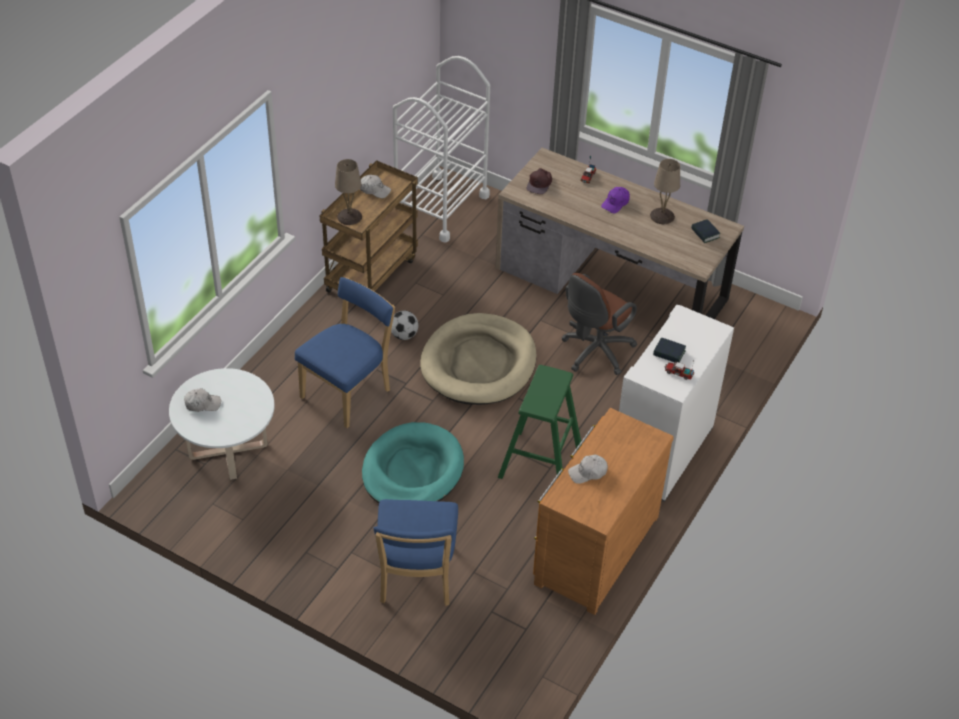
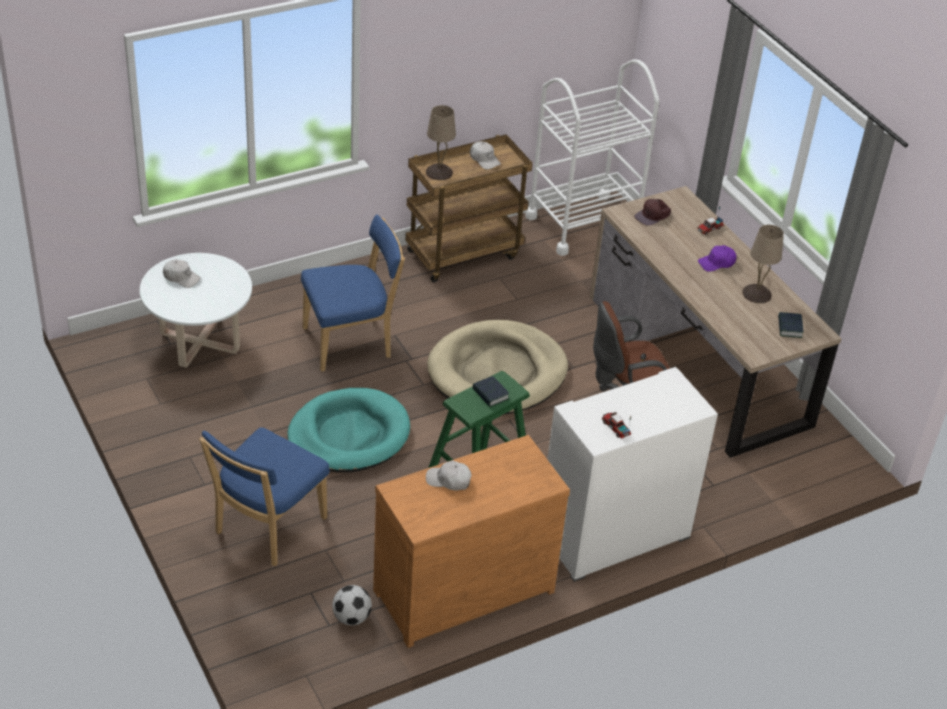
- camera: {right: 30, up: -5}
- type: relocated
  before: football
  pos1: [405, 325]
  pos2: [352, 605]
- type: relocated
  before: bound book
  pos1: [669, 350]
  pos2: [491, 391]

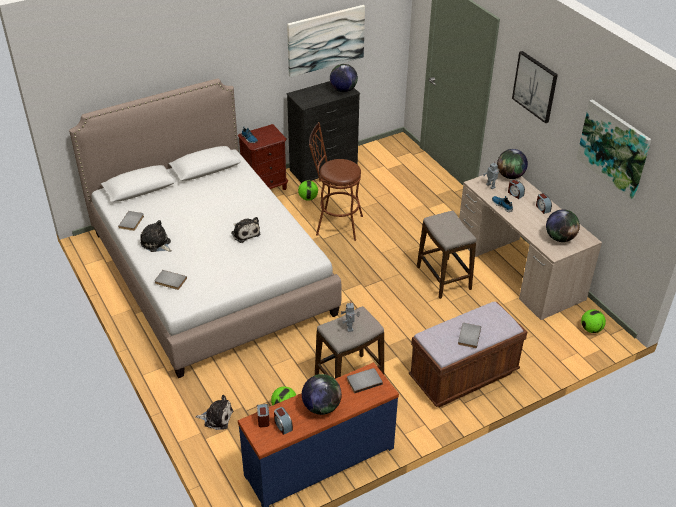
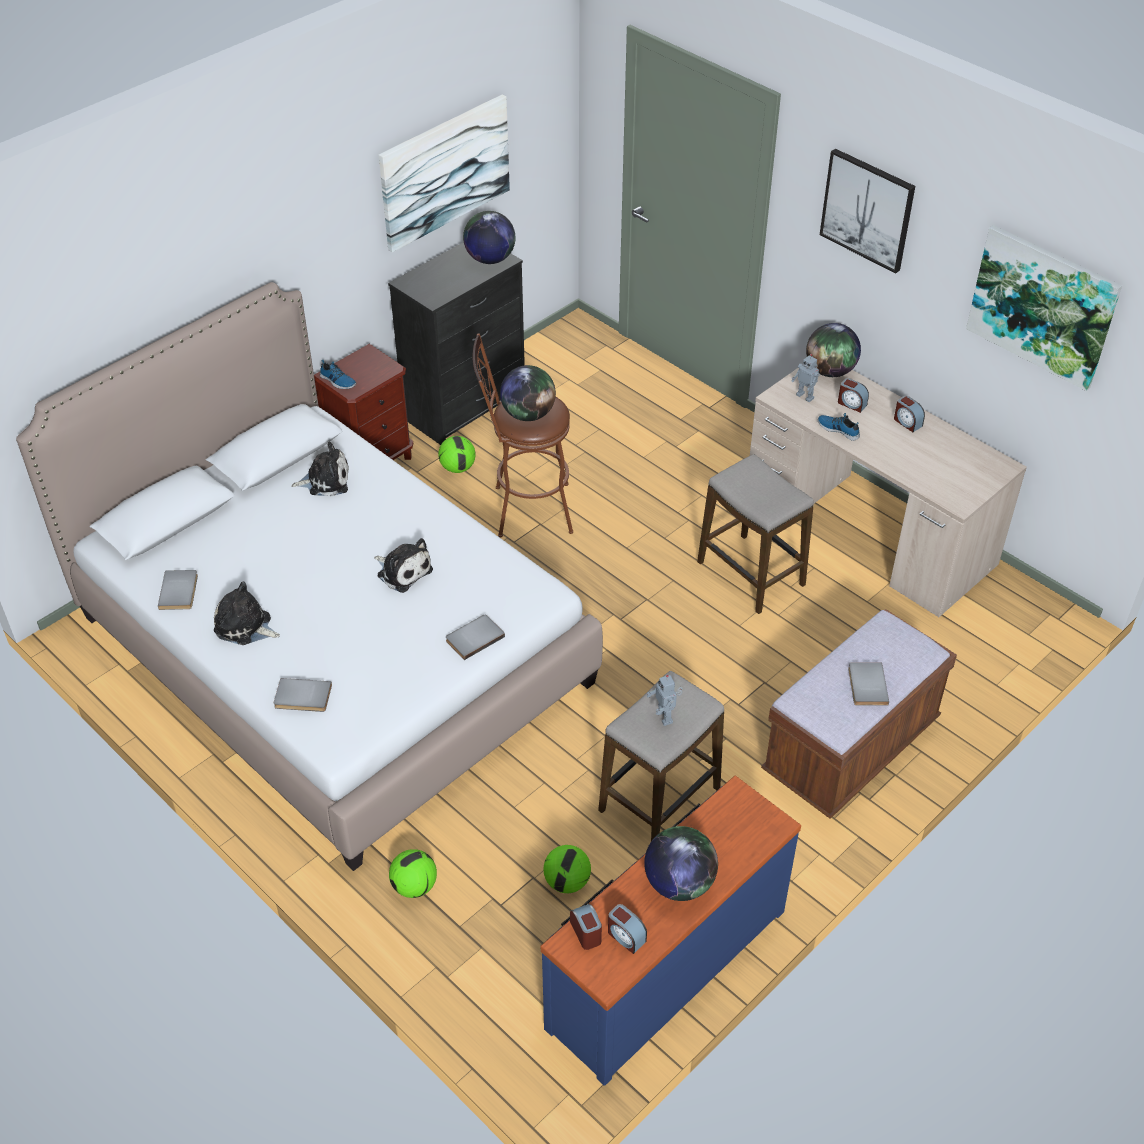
- camera: {right: -15, up: 5}
- type: relocated
  before: globe
  pos1: [563, 225]
  pos2: [528, 393]
- type: relocated
  before: football
  pos1: [593, 321]
  pos2: [413, 873]
- type: relocated
  before: grey bound book
  pos1: [365, 380]
  pos2: [475, 637]
- type: relocated
  before: soft toy
  pos1: [214, 412]
  pos2: [320, 469]

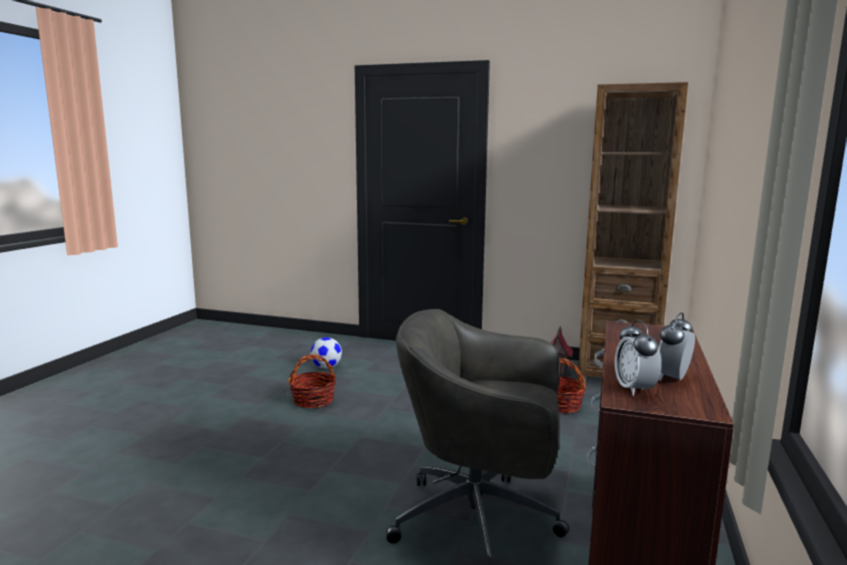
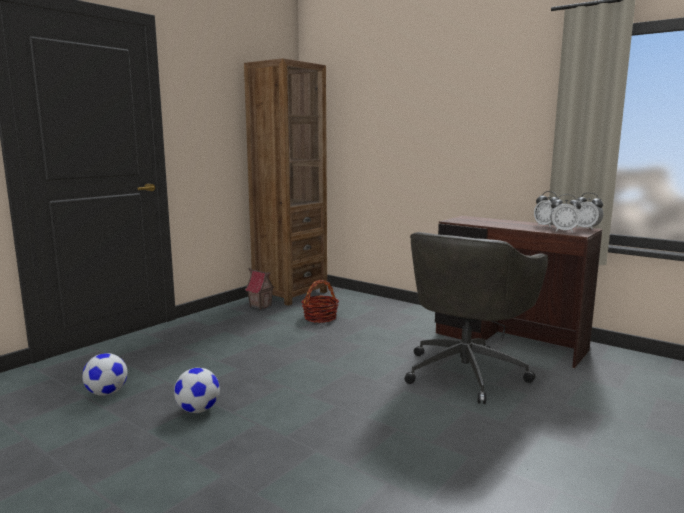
- camera: {right: -70, up: 0}
- type: exchanged
  before: storage basket
  after: football
  pos1: [312, 381]
  pos2: [197, 390]
- type: appeared
  after: table clock
  pos2: [590, 211]

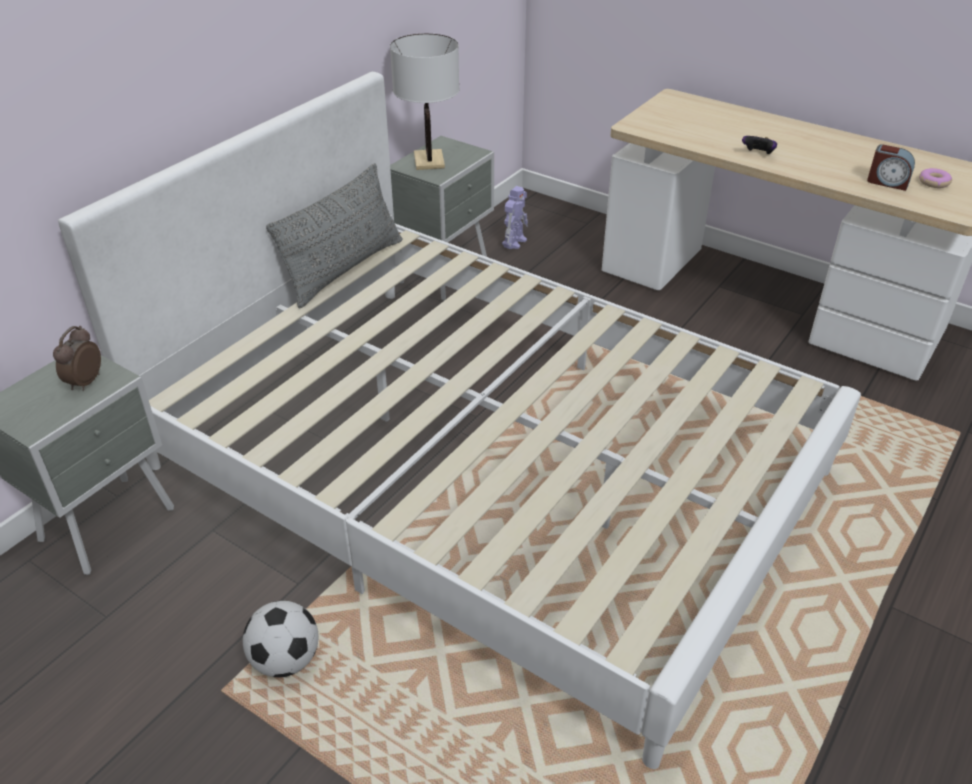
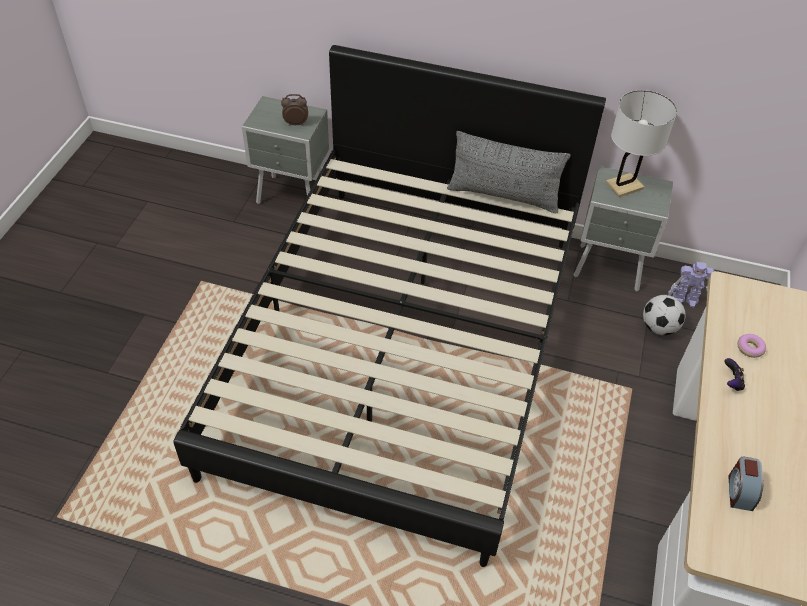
- camera: {right: 70, up: 10}
- type: colour
  before: whitish bed
  after: black bed
  pos1: [459, 420]
  pos2: [389, 306]
- type: relocated
  before: doughnut
  pos1: [935, 178]
  pos2: [751, 346]
- type: relocated
  before: football
  pos1: [281, 639]
  pos2: [664, 315]

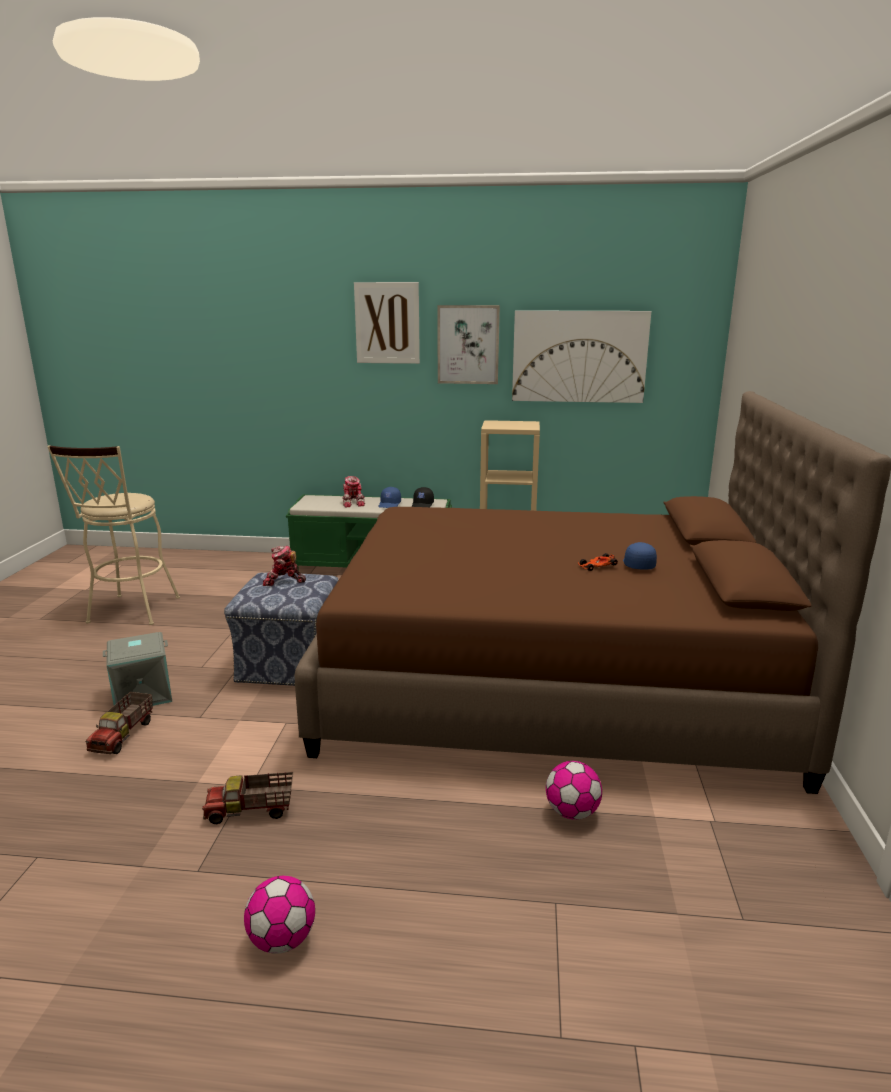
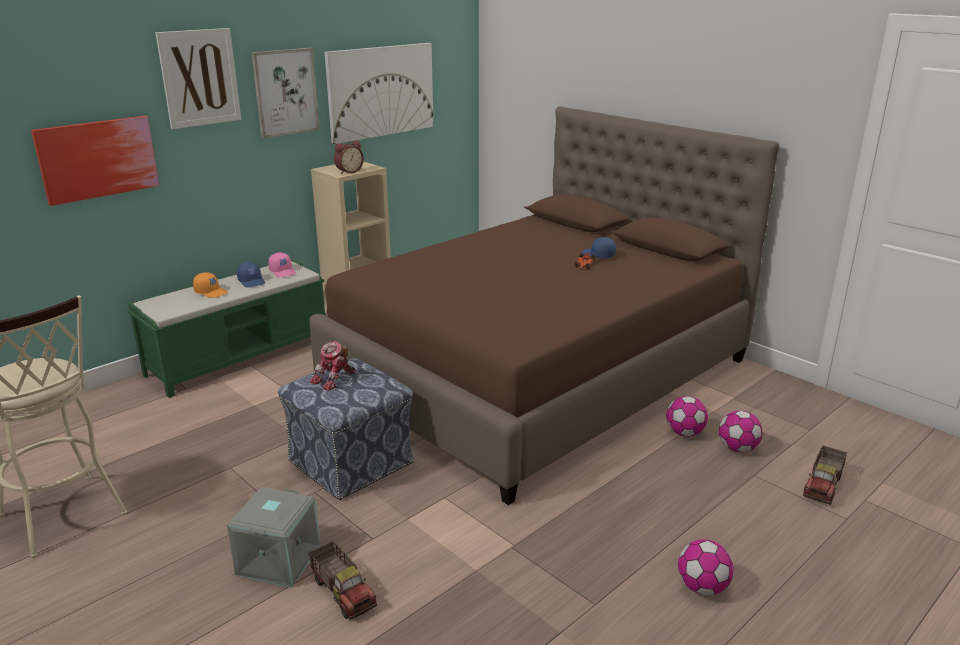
- camera: {right: -50, up: 5}
- type: exchanged
  before: toy robot
  after: orange cap
  pos1: [353, 491]
  pos2: [210, 285]
- type: colour
  before: black cap
  after: pinkish cap
  pos1: [423, 497]
  pos2: [282, 265]
- type: relocated
  before: toy lorry
  pos1: [247, 798]
  pos2: [825, 475]
- type: appeared
  after: wall picture
  pos2: [95, 161]
- type: appeared
  after: table clock
  pos2: [349, 157]
- type: appeared
  after: football
  pos2: [741, 432]

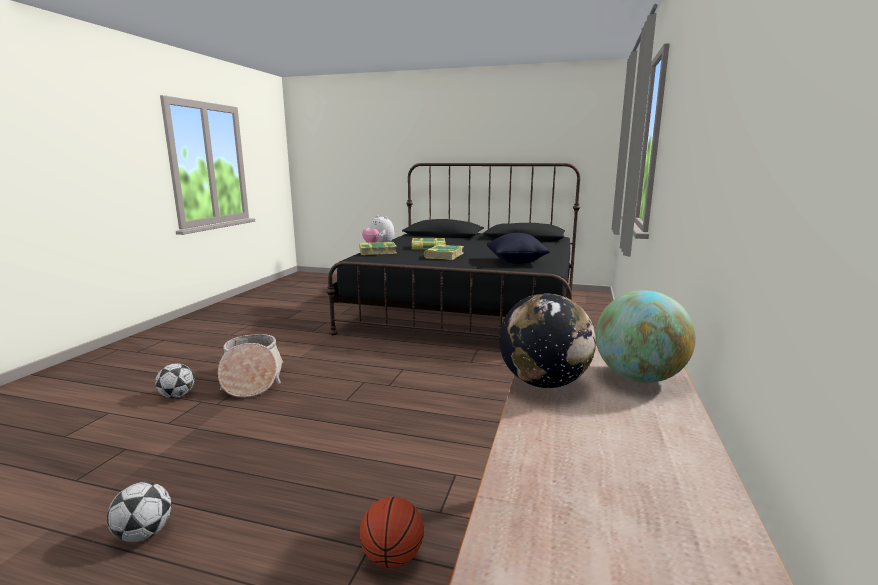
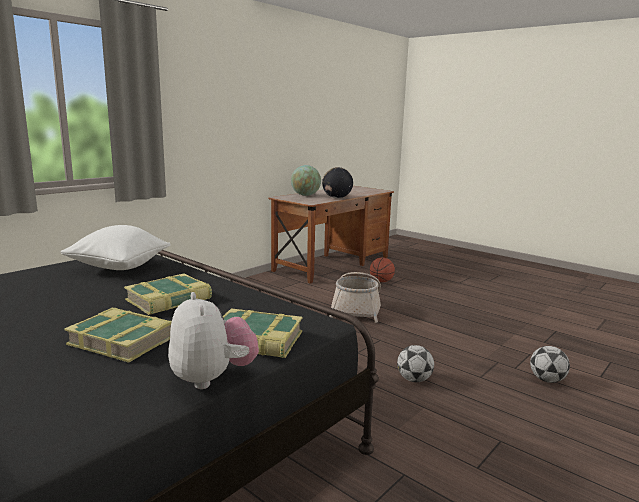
- camera: {right: -155, up: 0}
- type: colour
  before: black throw pillow
  after: whitish throw pillow
  pos1: [518, 248]
  pos2: [116, 247]
- type: relocated
  before: storage basket
  pos1: [250, 366]
  pos2: [355, 297]
- type: relocated
  before: football
  pos1: [139, 512]
  pos2: [415, 363]

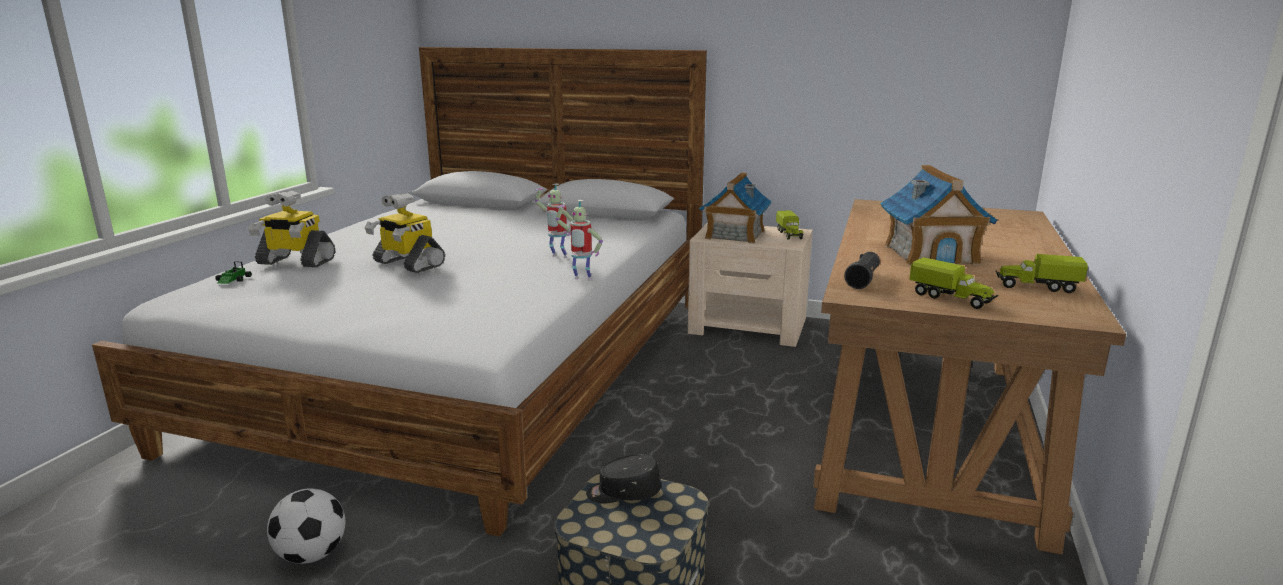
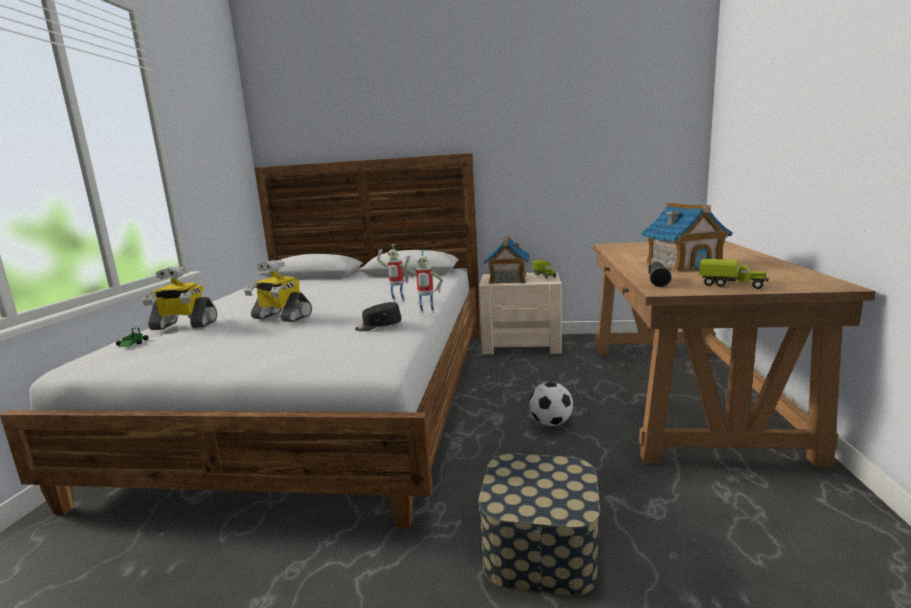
- camera: {right: -10, up: -5}
- type: missing
  before: toy lorry
  pos1: [1042, 273]
- type: relocated
  before: black cap
  pos1: [623, 479]
  pos2: [378, 316]
- type: relocated
  before: football
  pos1: [306, 526]
  pos2: [551, 404]

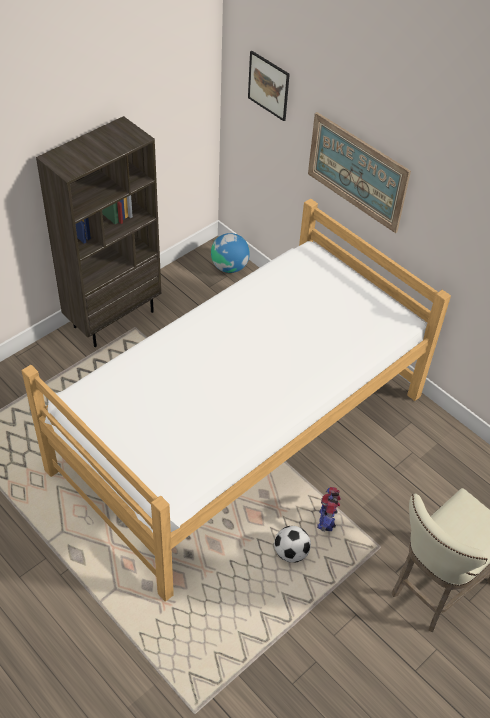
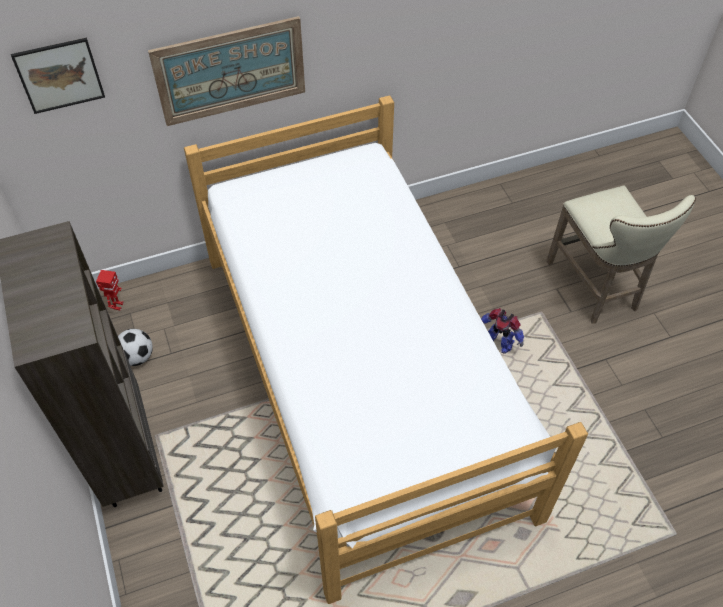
- camera: {right: -65, up: 5}
- type: exchanged
  before: globe
  after: toy robot
  pos1: [230, 253]
  pos2: [110, 290]
- type: relocated
  before: football
  pos1: [292, 544]
  pos2: [135, 347]

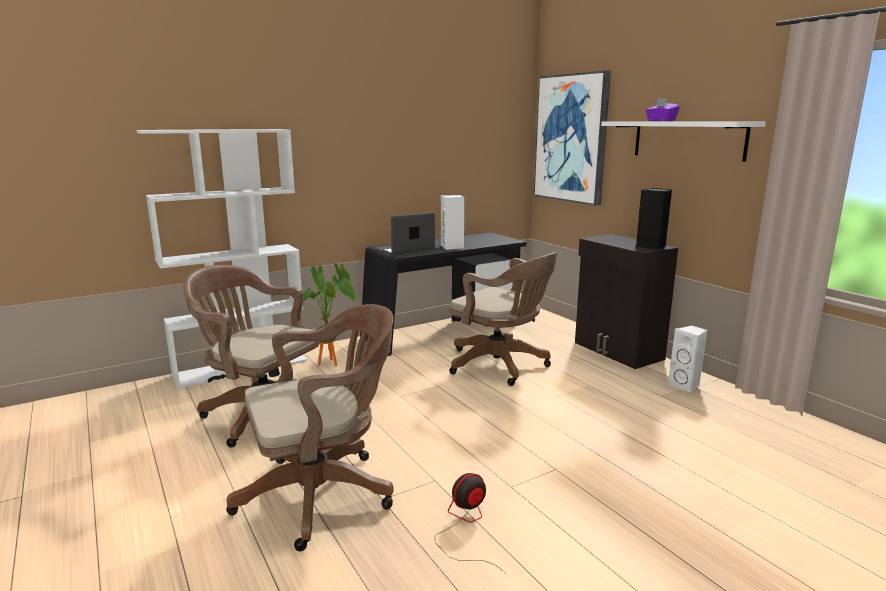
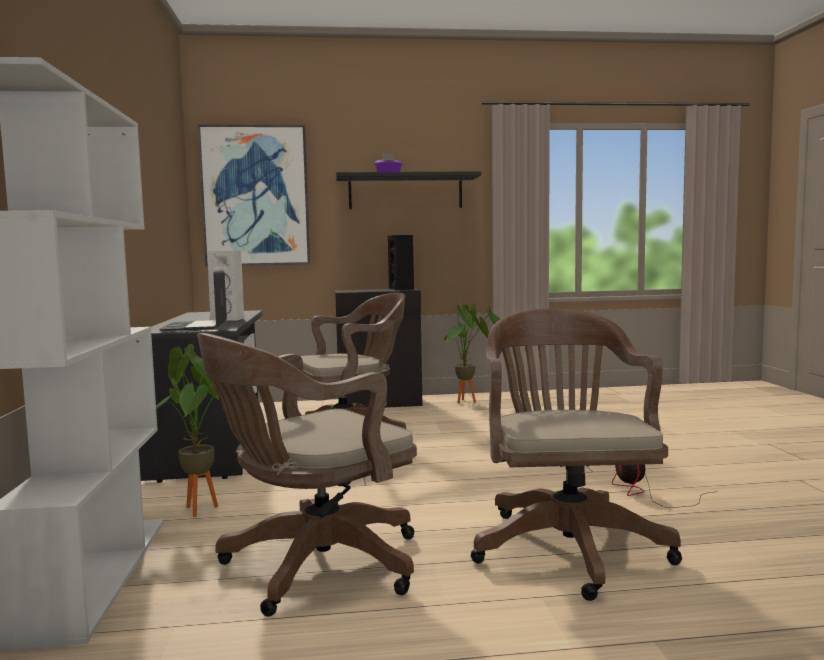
- camera: {right: -65, up: -10}
- type: colour
  before: whitish shelf
  after: black shelf
  pos1: [683, 141]
  pos2: [408, 190]
- type: exchanged
  before: whitish audio speaker
  after: potted plant
  pos1: [687, 359]
  pos2: [472, 354]

